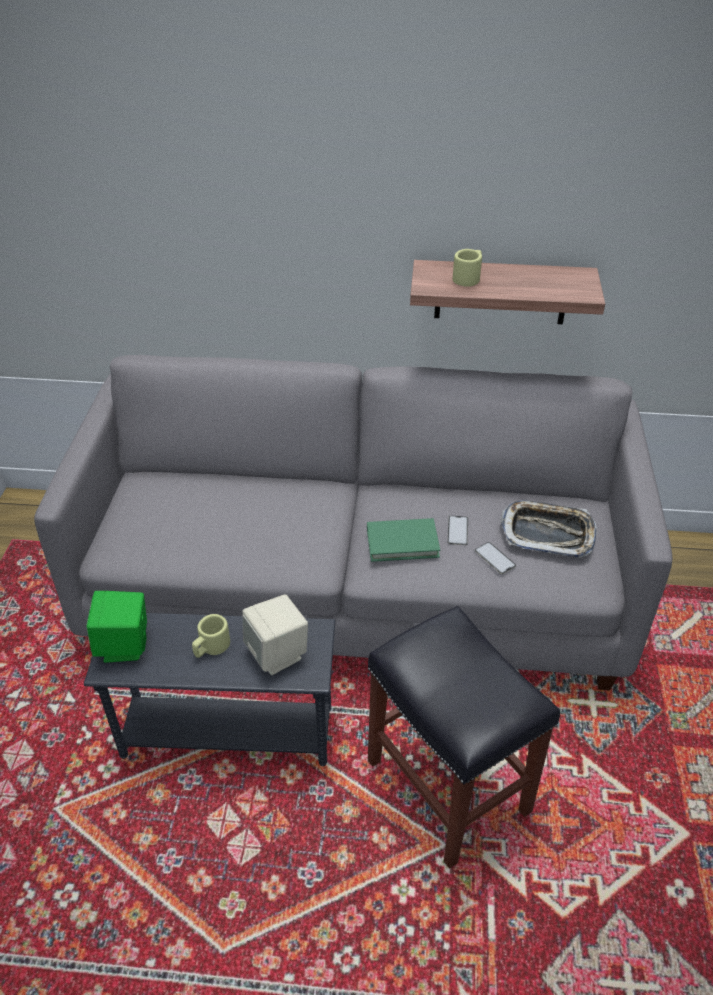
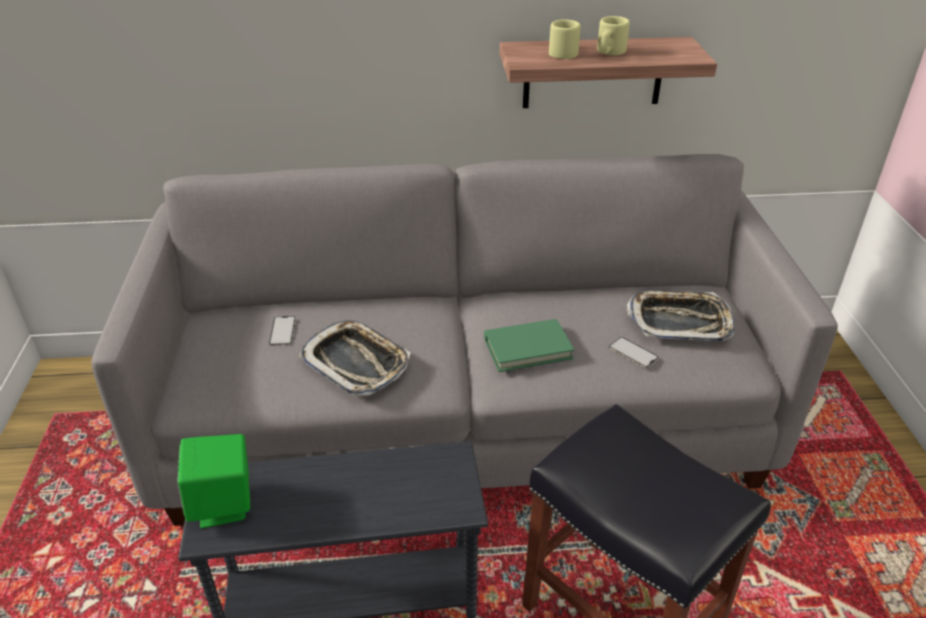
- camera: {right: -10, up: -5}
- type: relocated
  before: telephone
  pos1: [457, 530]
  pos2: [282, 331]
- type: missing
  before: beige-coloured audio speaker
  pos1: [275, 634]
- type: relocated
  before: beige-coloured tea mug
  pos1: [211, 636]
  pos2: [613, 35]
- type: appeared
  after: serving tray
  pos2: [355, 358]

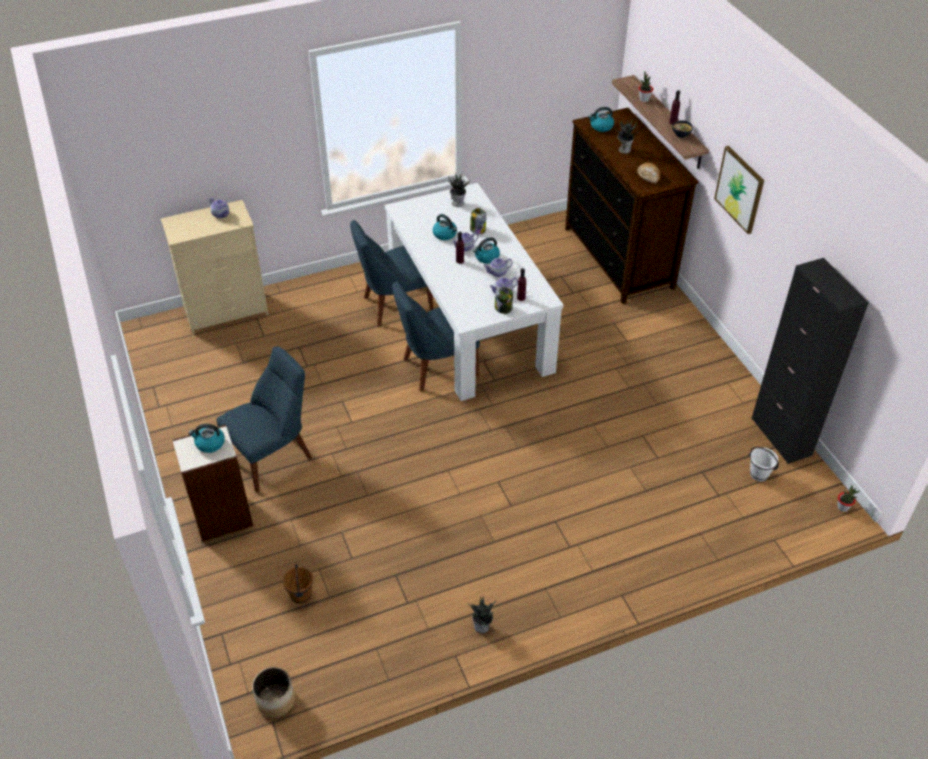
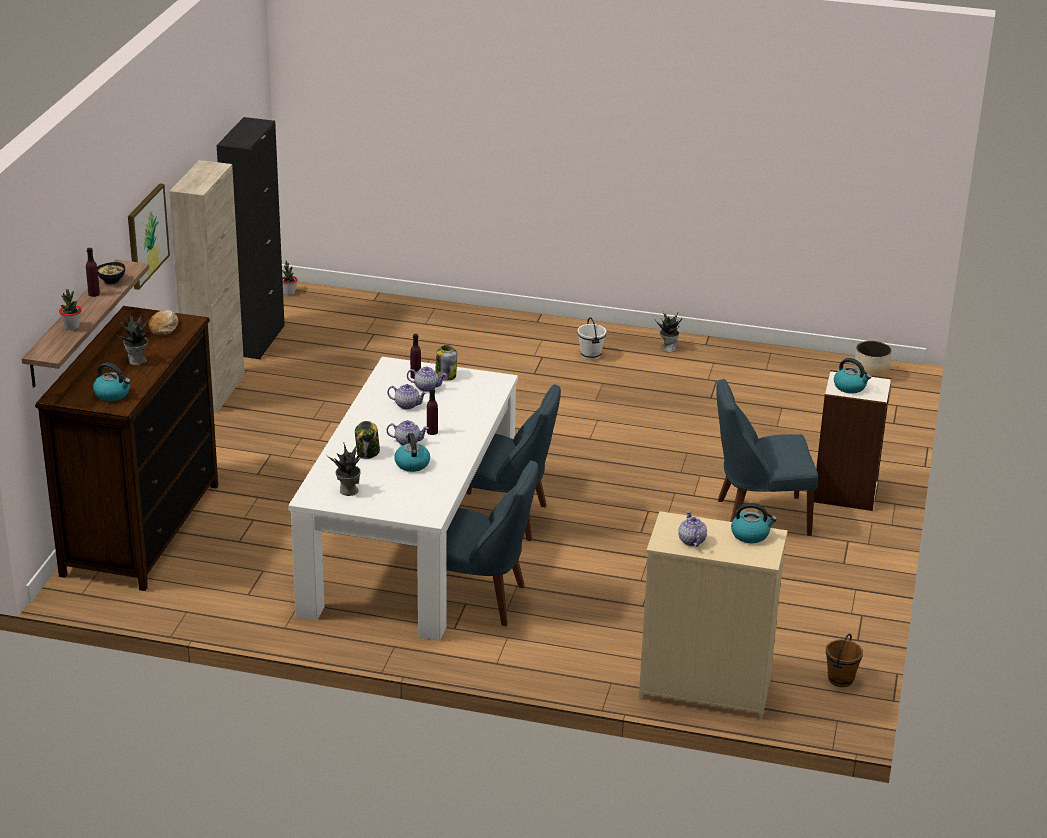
- camera: {right: -145, up: -15}
- type: relocated
  before: tea kettle
  pos1: [486, 250]
  pos2: [754, 523]
- type: relocated
  before: whitish water bucket
  pos1: [764, 464]
  pos2: [591, 339]
- type: relocated
  before: brown-coloured water bucket
  pos1: [298, 584]
  pos2: [844, 660]
- type: appeared
  after: beige-coloured cupboard
  pos2: [207, 286]

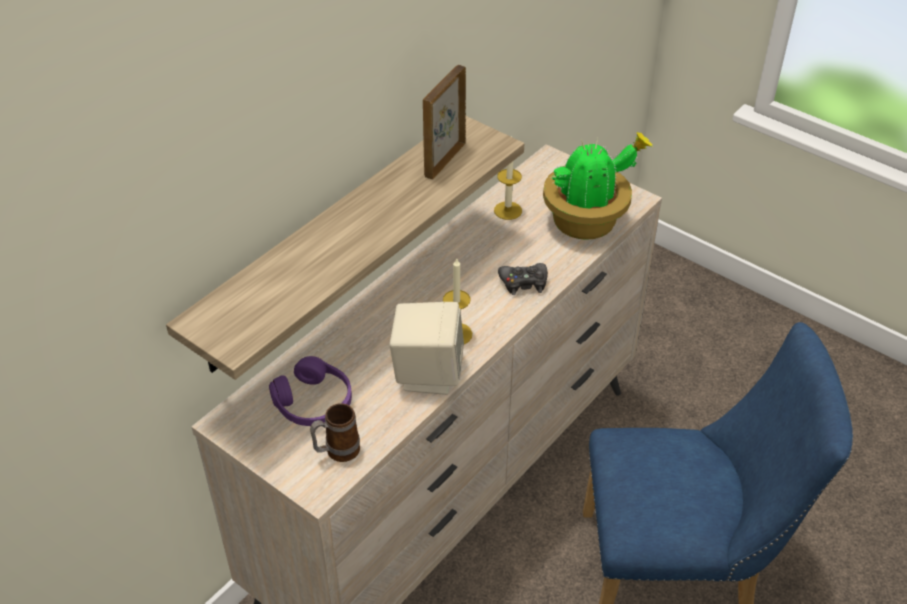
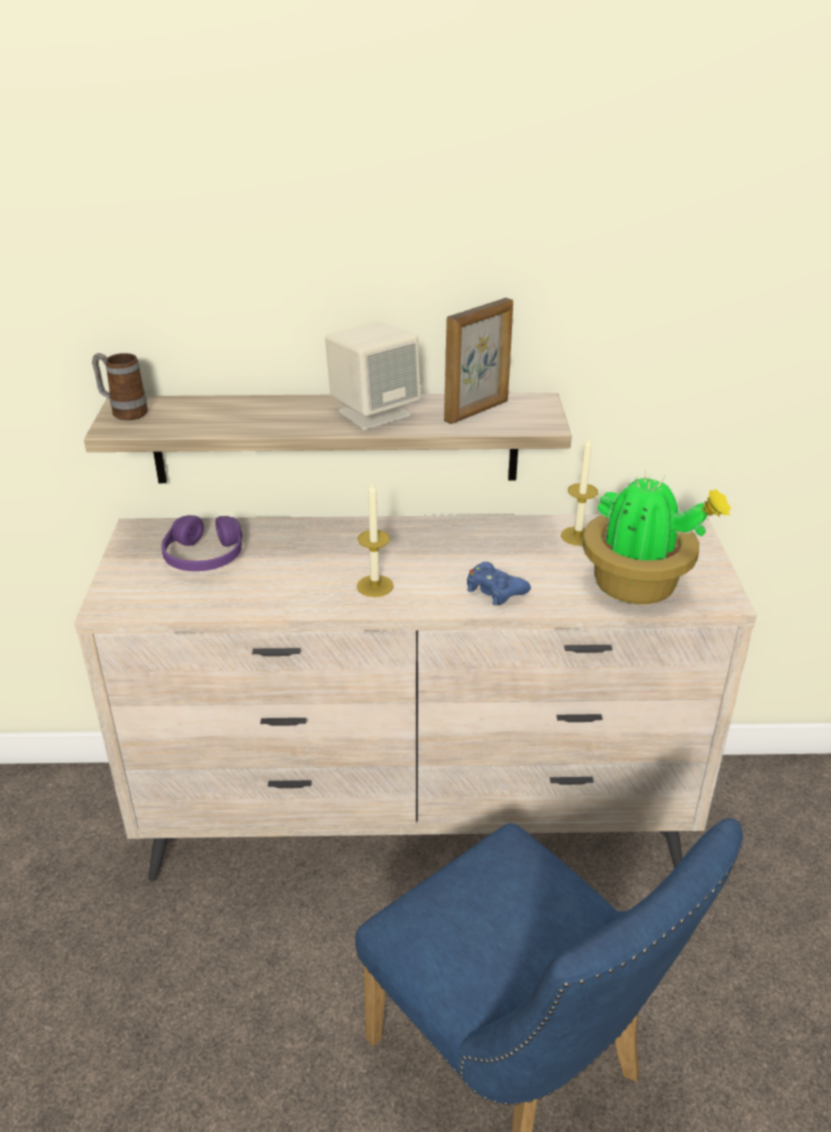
- camera: {right: 50, up: -10}
- type: spun
  before: standing frame
  pos1: [444, 122]
  pos2: [478, 361]
  turn: 150
- type: colour
  before: black gamepad
  after: bluish gamepad
  pos1: [523, 279]
  pos2: [499, 583]
- type: relocated
  before: beige-coloured audio speaker
  pos1: [427, 348]
  pos2: [373, 376]
- type: relocated
  before: tea mug
  pos1: [335, 432]
  pos2: [120, 386]

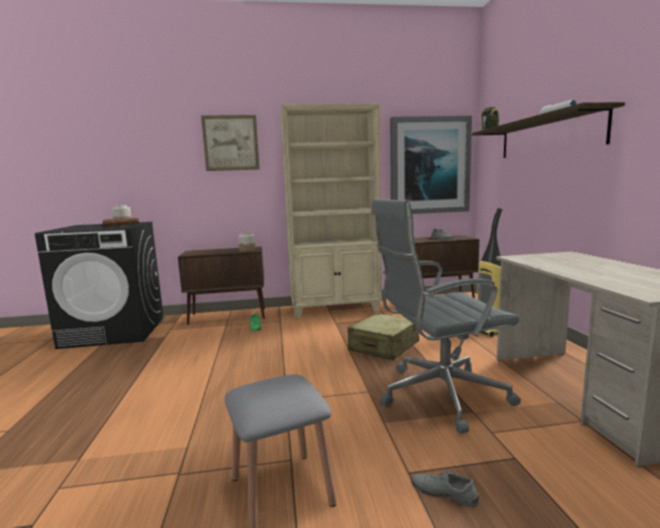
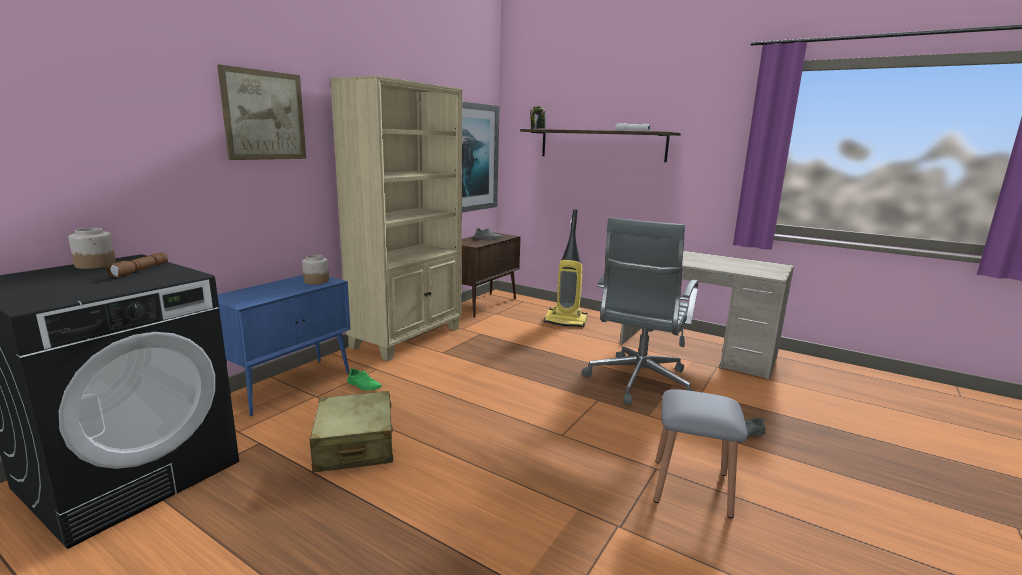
- camera: {right: -50, up: 5}
- type: colour
  before: brown-coloured cupboard
  after: bluish cupboard
  pos1: [221, 286]
  pos2: [283, 345]
- type: relocated
  before: beige-coloured piece of luggage
  pos1: [383, 336]
  pos2: [351, 432]

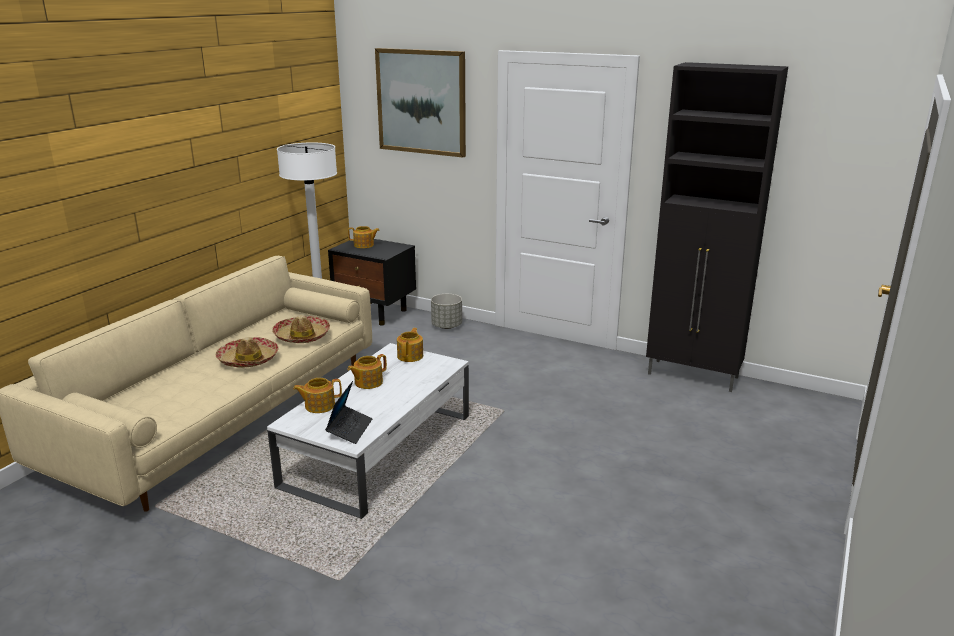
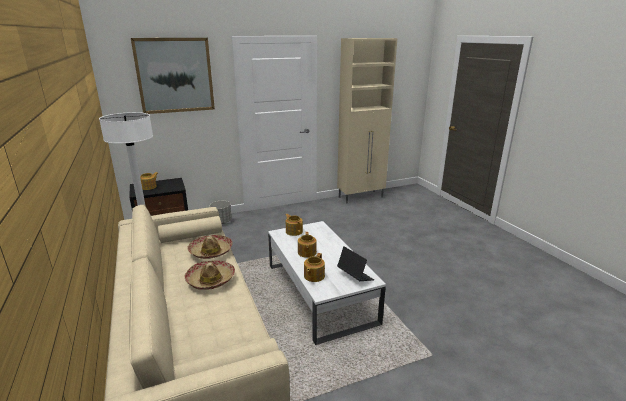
- camera: {right: -50, up: 0}
- type: colour
  before: black cupboard
  after: beige-coloured cupboard
  pos1: [717, 227]
  pos2: [367, 121]

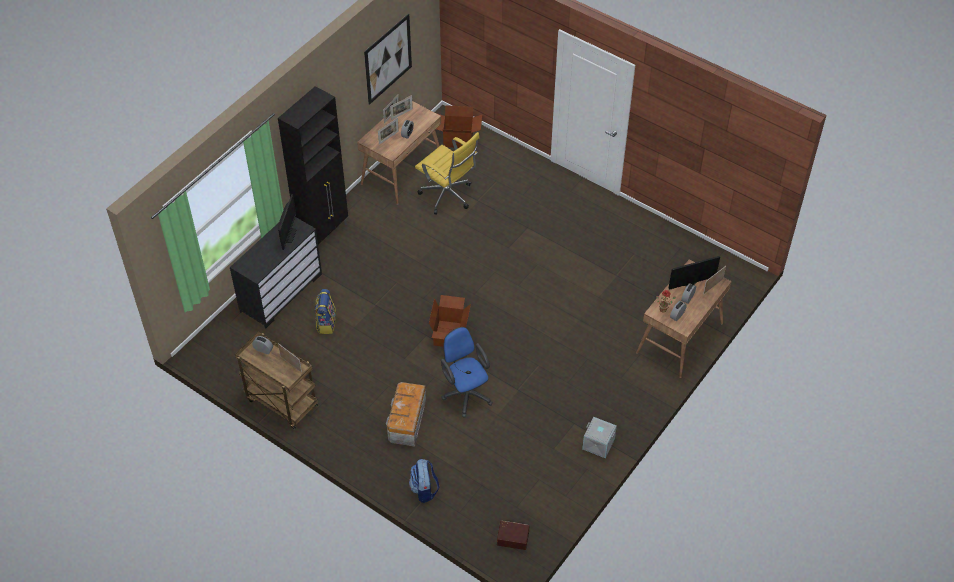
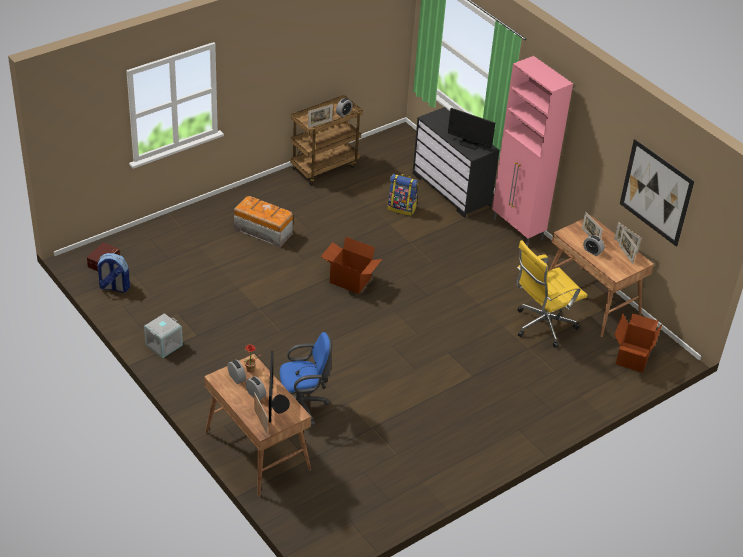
- camera: {right: 105, up: -10}
- type: colour
  before: black cupboard
  after: pinkish cupboard
  pos1: [313, 165]
  pos2: [532, 151]
- type: relocated
  before: bluish desk chair
  pos1: [467, 372]
  pos2: [306, 379]
- type: relocated
  before: backpack
  pos1: [424, 481]
  pos2: [113, 273]

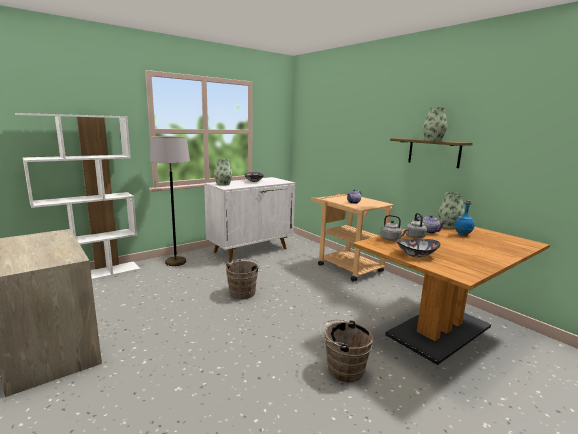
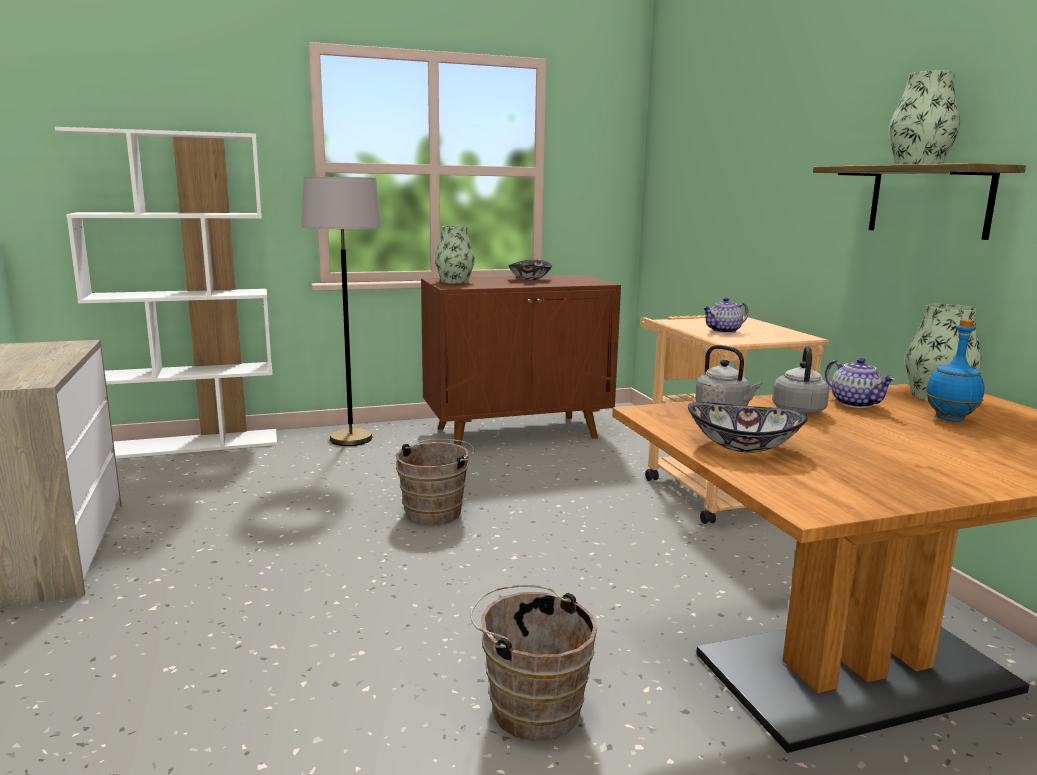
- camera: {right: 20, up: 0}
- type: colour
  before: whitish cupboard
  after: brown-coloured cupboard
  pos1: [249, 220]
  pos2: [521, 360]

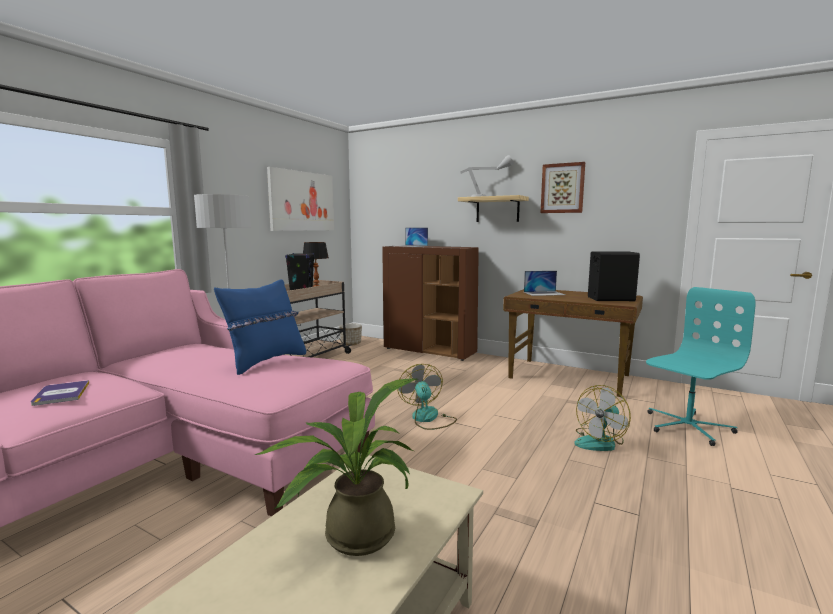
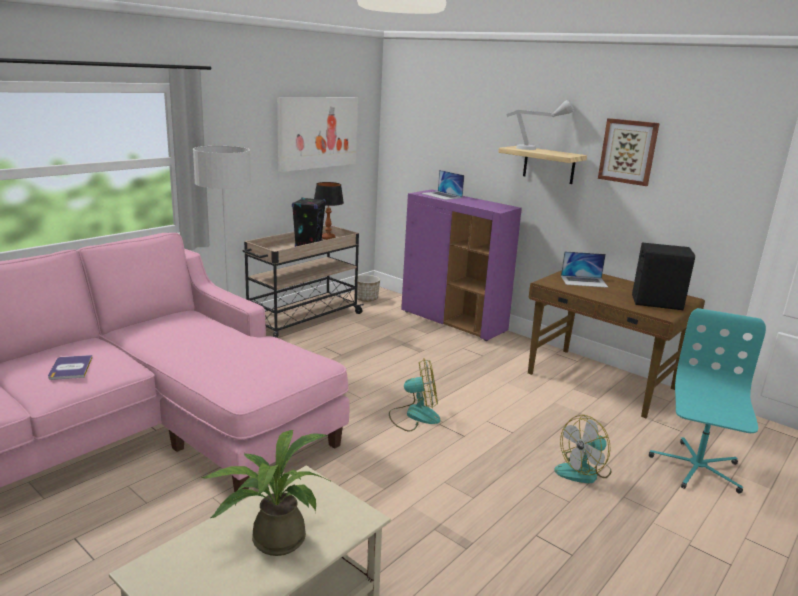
- camera: {right: 10, up: 10}
- type: colour
  before: brown-coloured cupboard
  after: purplish cupboard
  pos1: [430, 303]
  pos2: [461, 265]
- type: missing
  before: bluish throw pillow
  pos1: [260, 327]
- type: spun
  before: blue-green desk chair
  pos1: [701, 366]
  pos2: [707, 401]
  turn: -45
- type: spun
  before: electric fan
  pos1: [427, 397]
  pos2: [414, 395]
  turn: 90

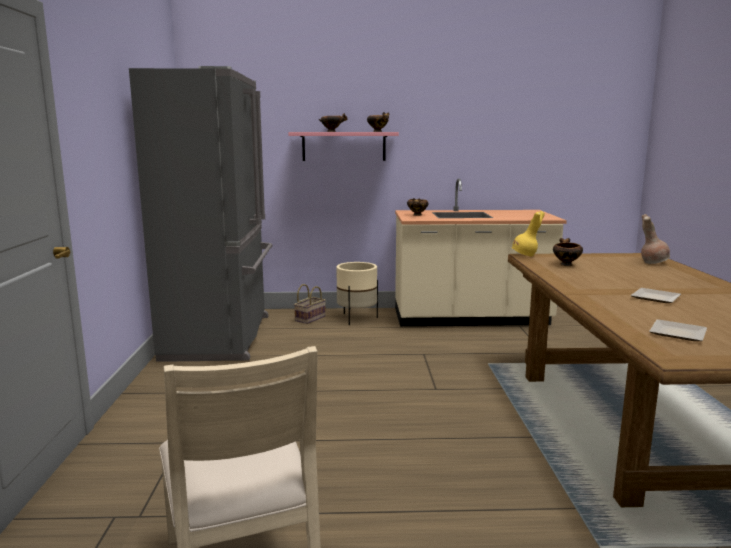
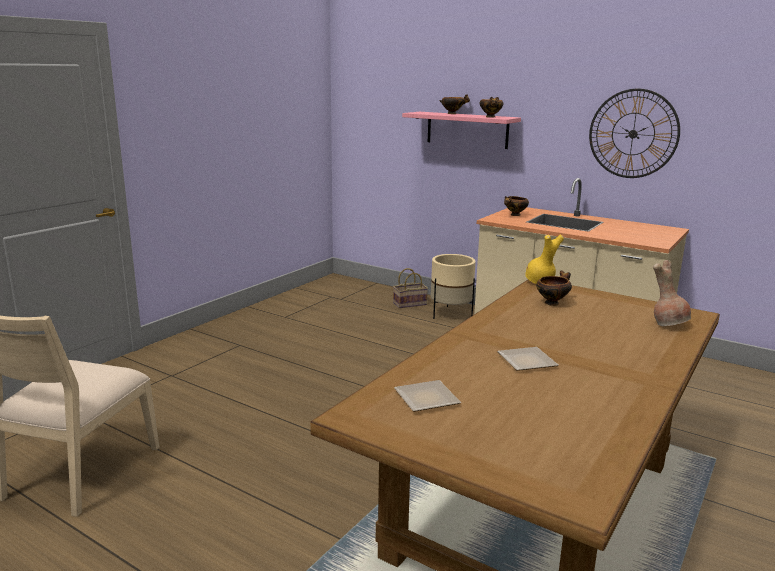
- camera: {right: 35, up: 5}
- type: missing
  before: grey refrigerator
  pos1: [200, 214]
- type: appeared
  after: wall clock
  pos2: [634, 133]

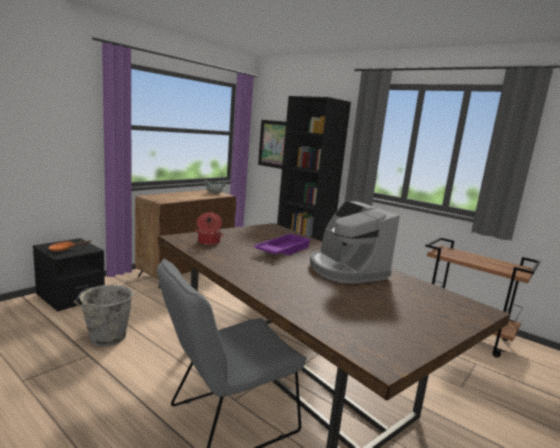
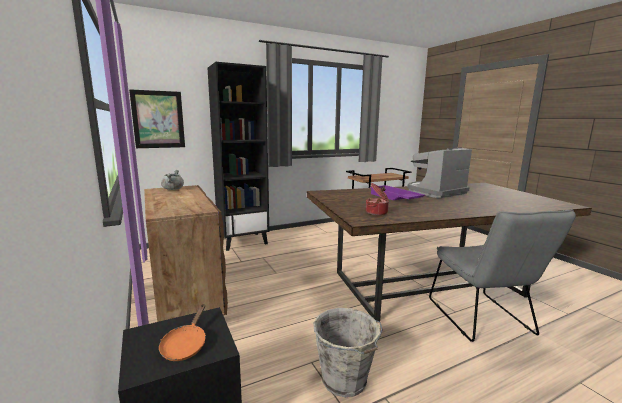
- camera: {right: -65, up: 0}
- type: spun
  before: coffee machine
  pos1: [355, 242]
  pos2: [439, 173]
  turn: 150

